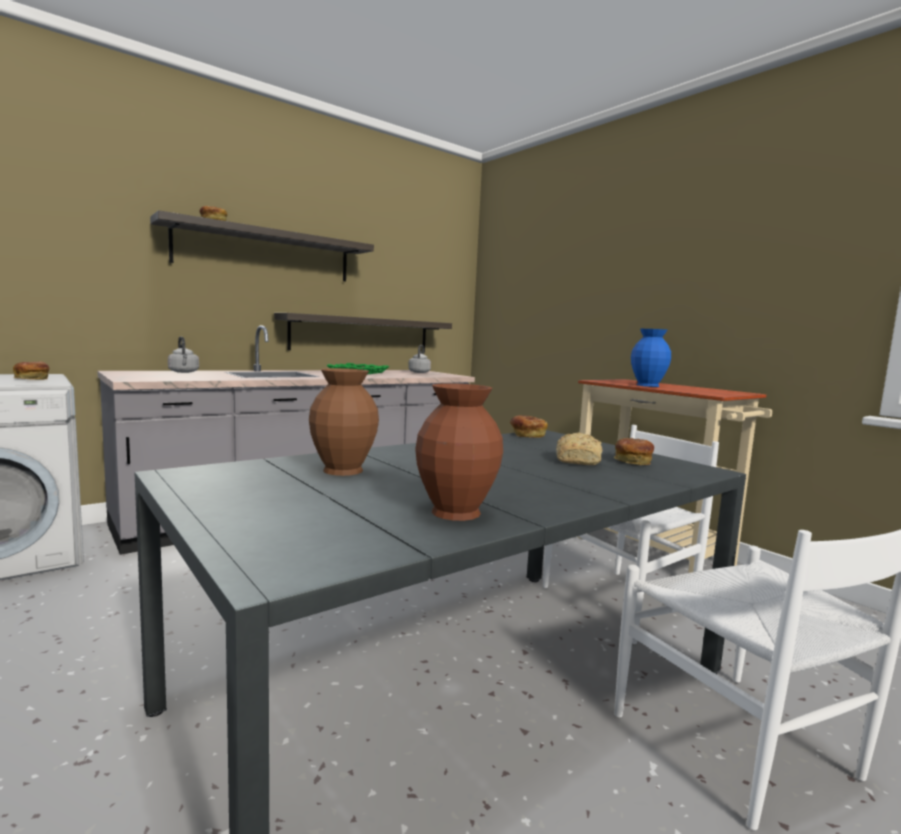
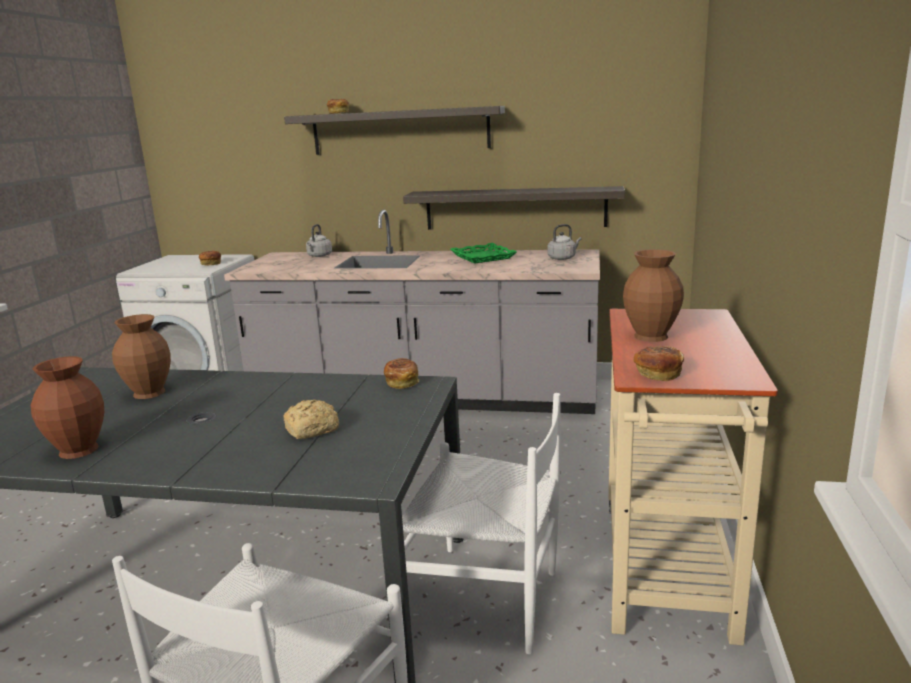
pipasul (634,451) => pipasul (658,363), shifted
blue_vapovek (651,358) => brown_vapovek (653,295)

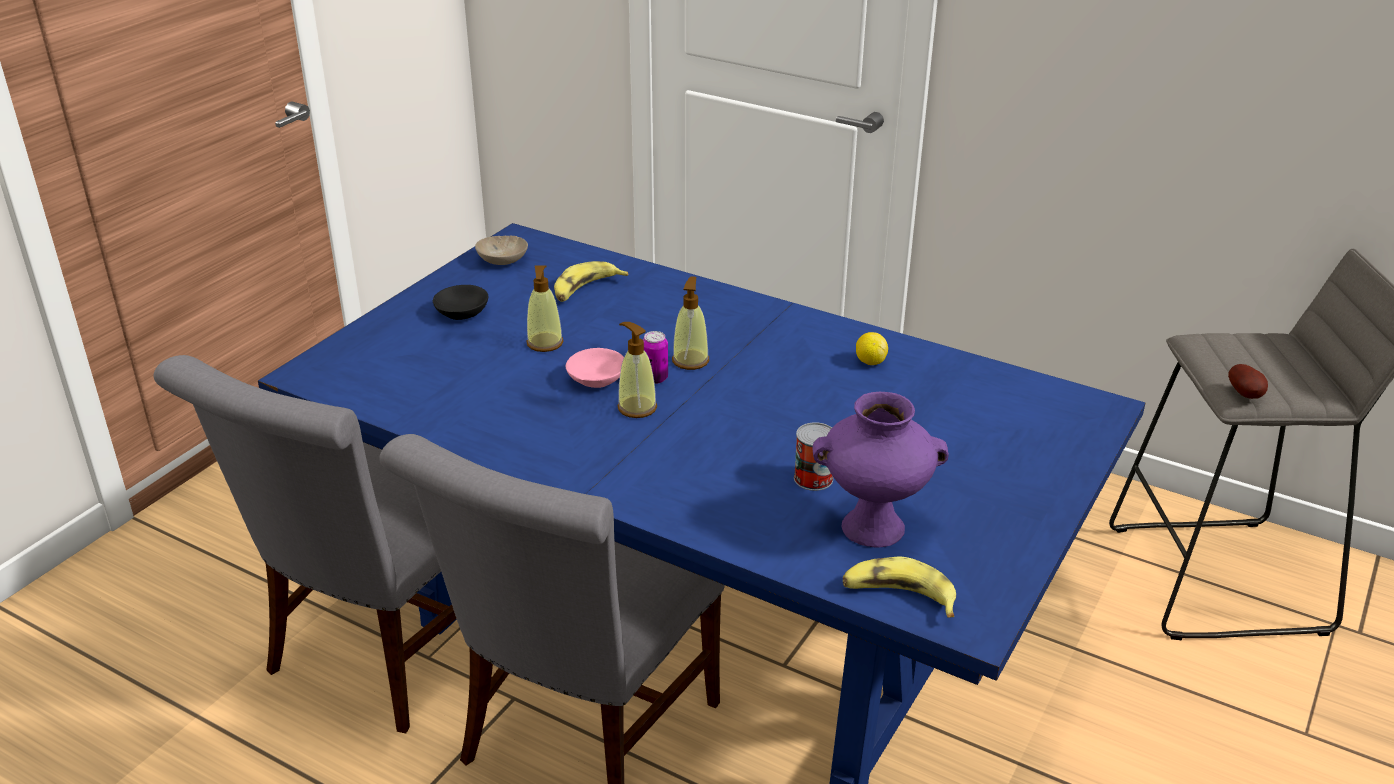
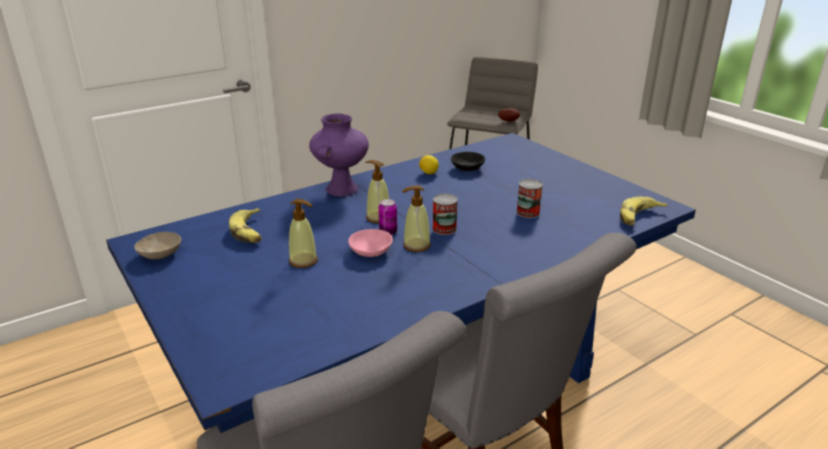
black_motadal (460,302) => black_motadal (468,161), shifted
purple_vapovek (880,470) => purple_vapovek (339,154), shifted
nothing => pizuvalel (445,214)

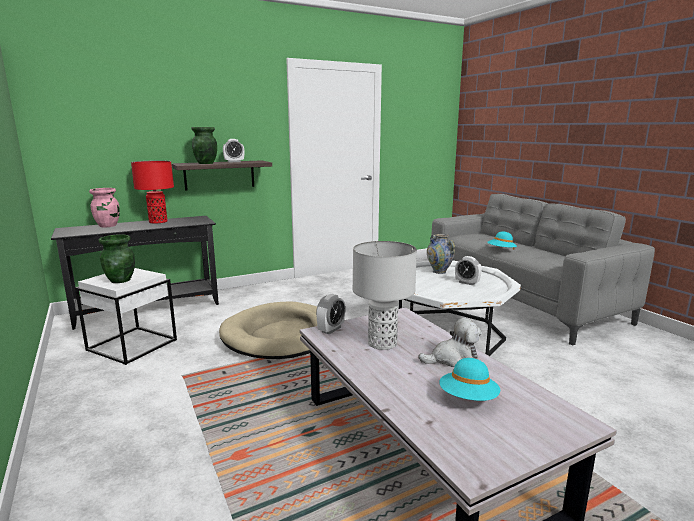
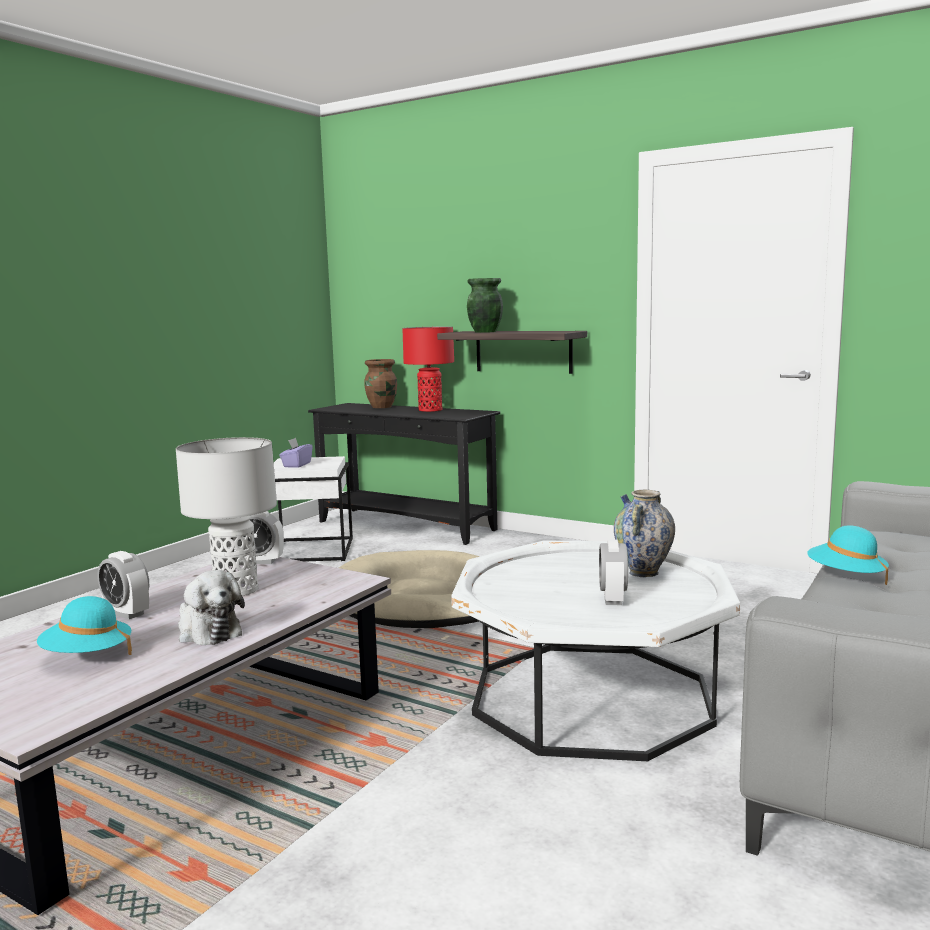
pink_vapovek (104,207) => brown_vapovek (380,383)
green_vapovek (116,258) => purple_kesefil (296,453)
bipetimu (233,150) => bipetimu (123,585), shifted

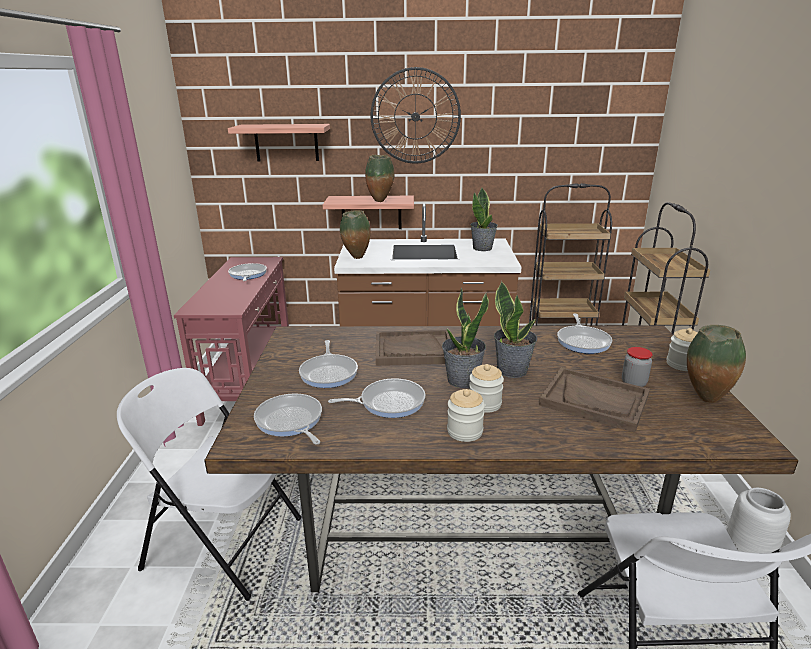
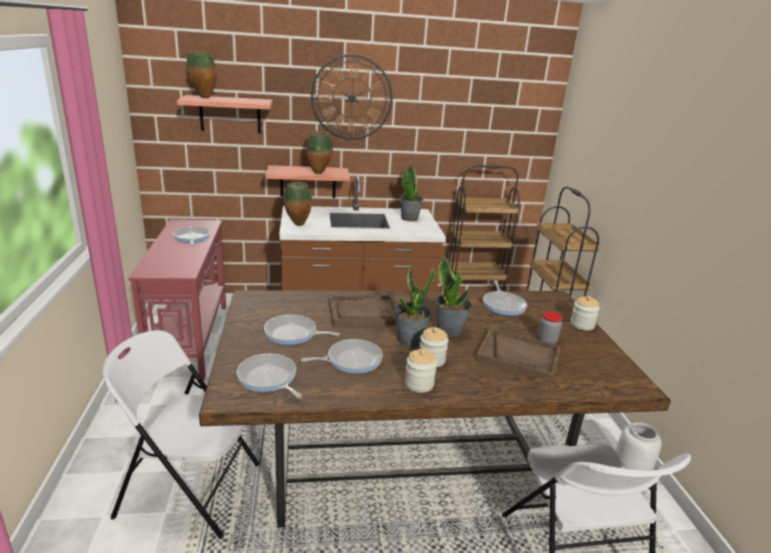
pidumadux (328,364) => pidumadux (302,330), 120 degrees clockwise
vapovek (716,364) => vapovek (201,74), shifted

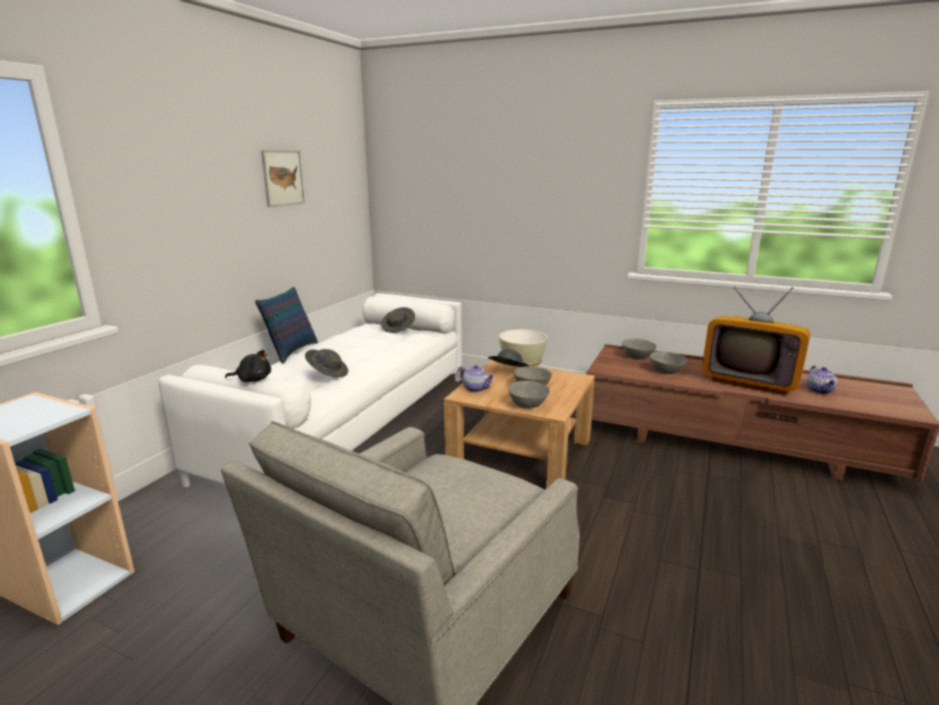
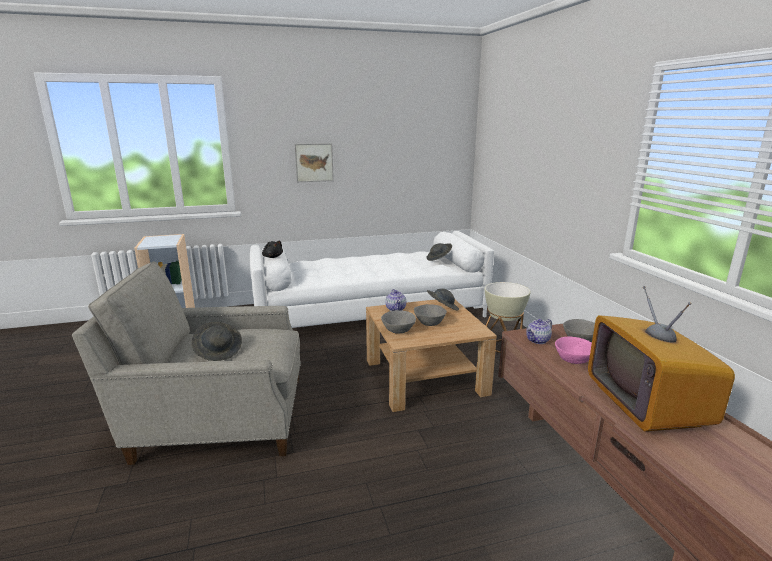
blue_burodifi (286,325) => nothing
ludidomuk (283,178) => ludidomuk (314,162), shifted
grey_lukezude (326,363) => grey_lukezude (216,341), shifted
grey_motadal (668,362) => pink_motadal (573,350)
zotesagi (821,380) => zotesagi (539,331), shifted

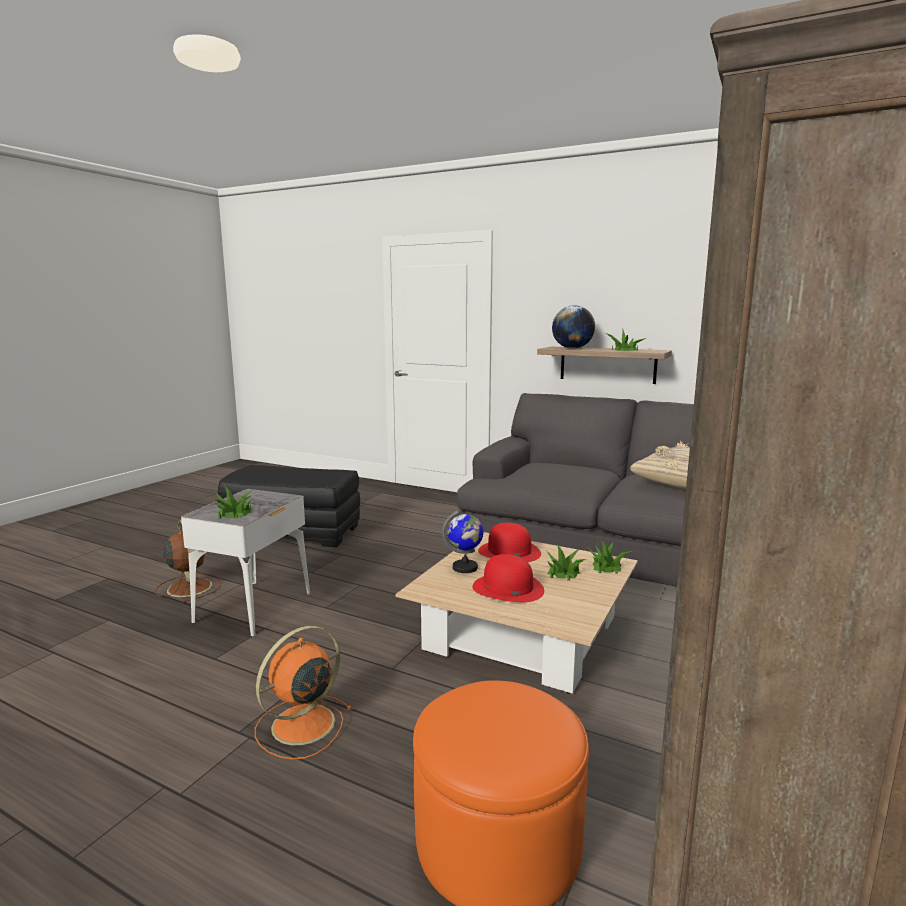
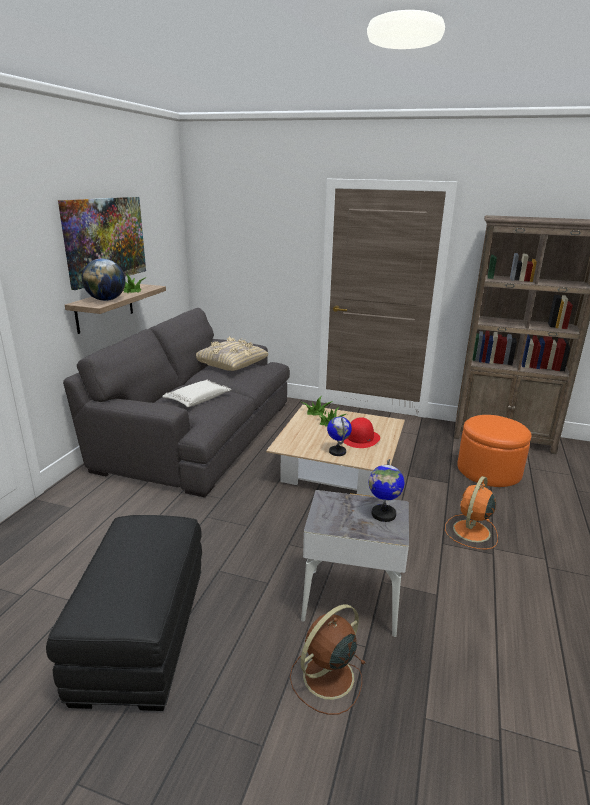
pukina (234,502) => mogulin (386,490)
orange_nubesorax (304,693) => orange_nubesorax (471,512), 90 degrees clockwise
red_lukezude (509,542) => nothing
nothing => ludidomuk (102,243)
nothing => white_burodifi (196,393)

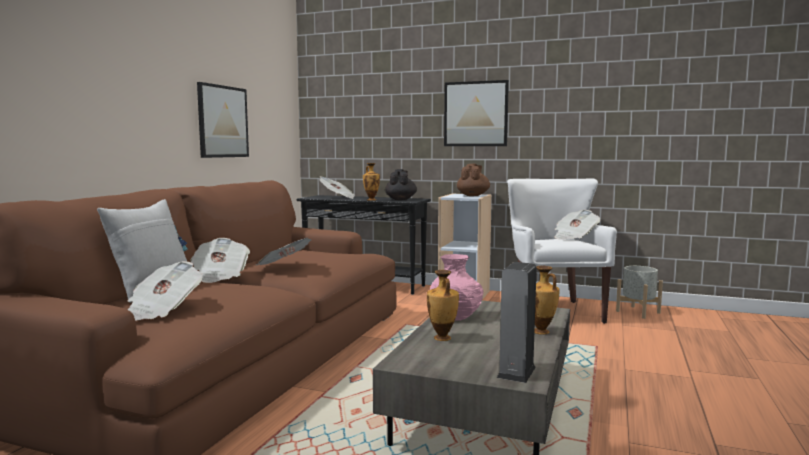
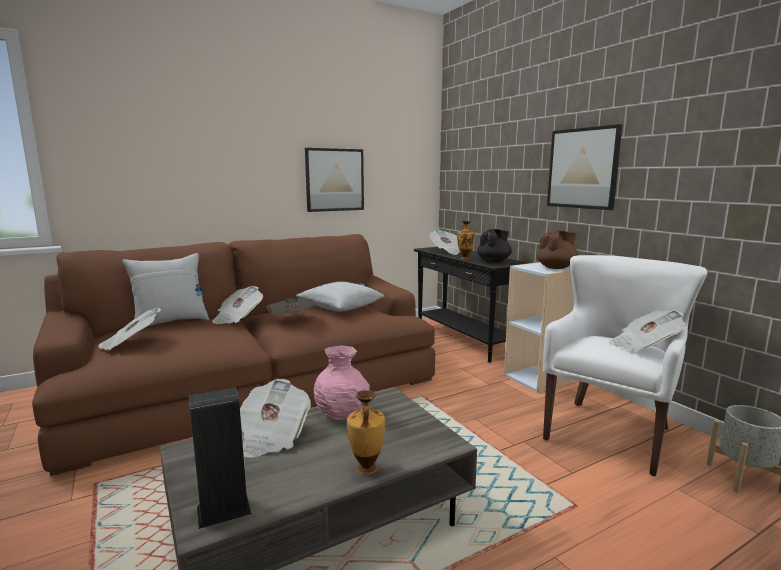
vapovek (443,305) => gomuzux (275,418)
nothing => grey_burodifi (340,296)

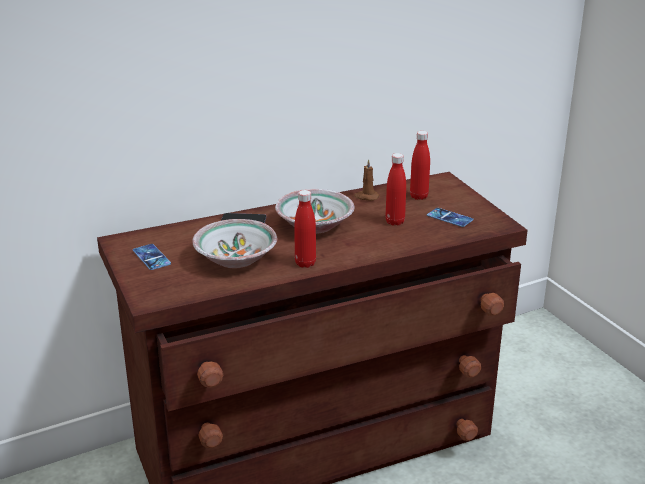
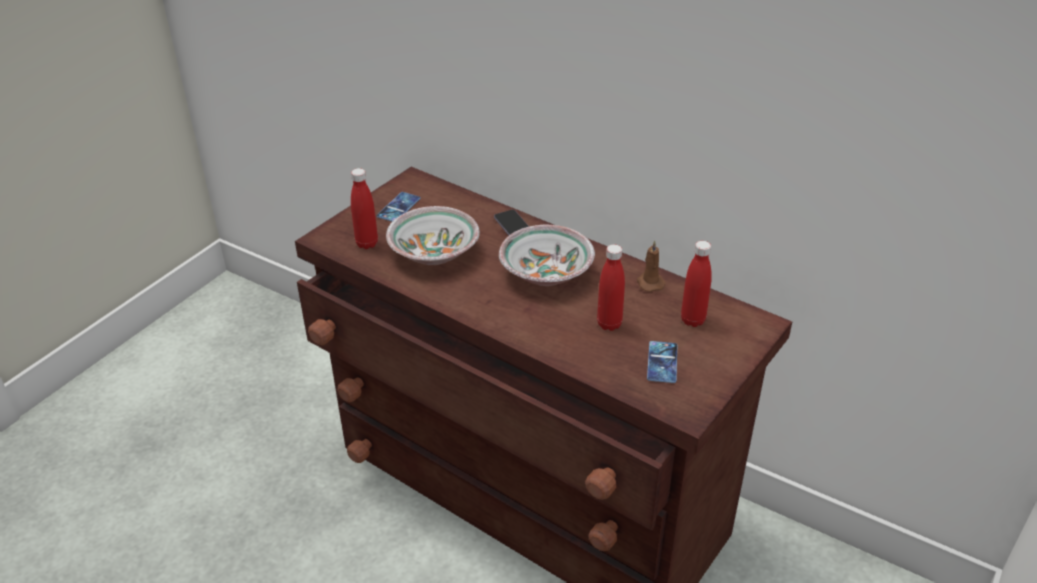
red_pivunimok (305,229) => red_pivunimok (364,208), shifted

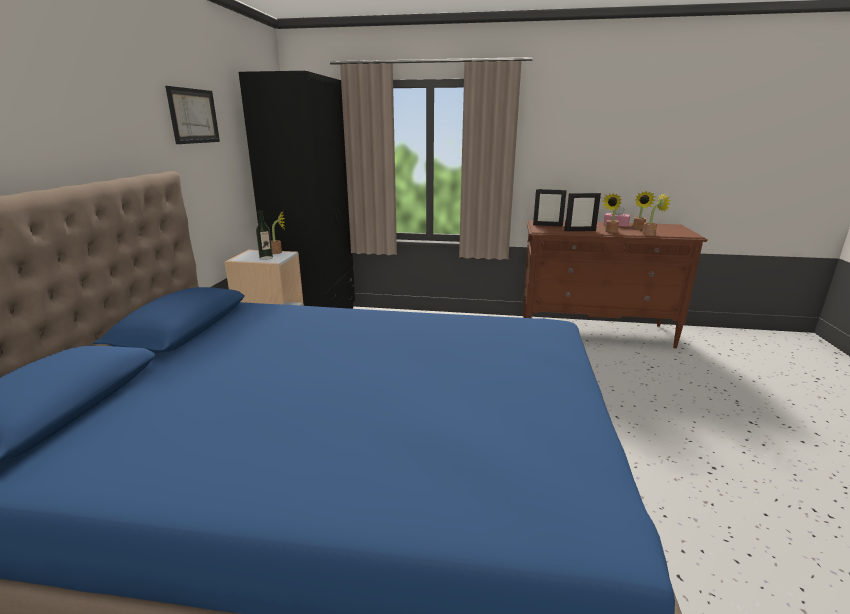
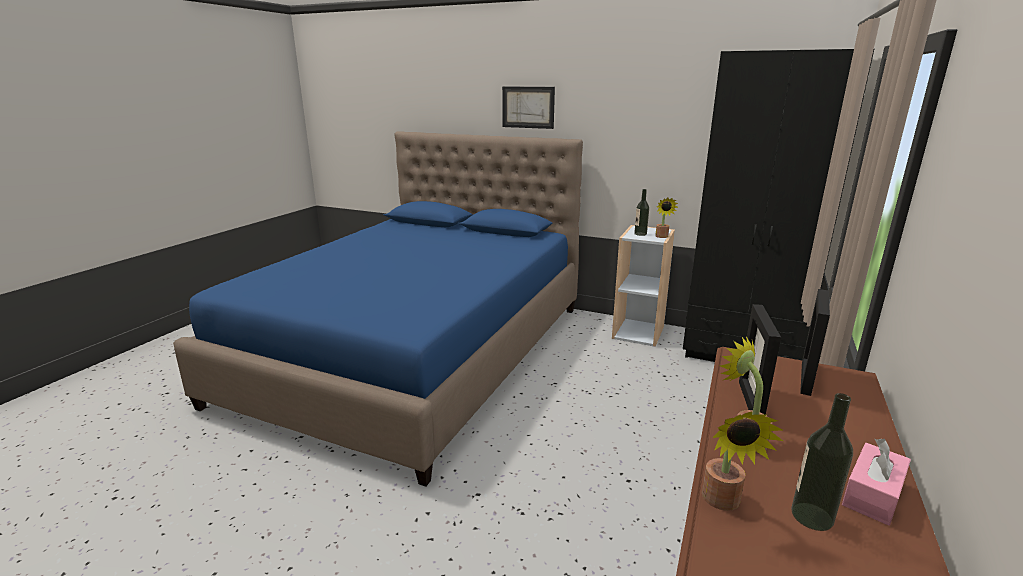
ludidomuk (192,115) => ludidomuk (528,108), shifted
pukina (644,210) => pivunimok (822,462)

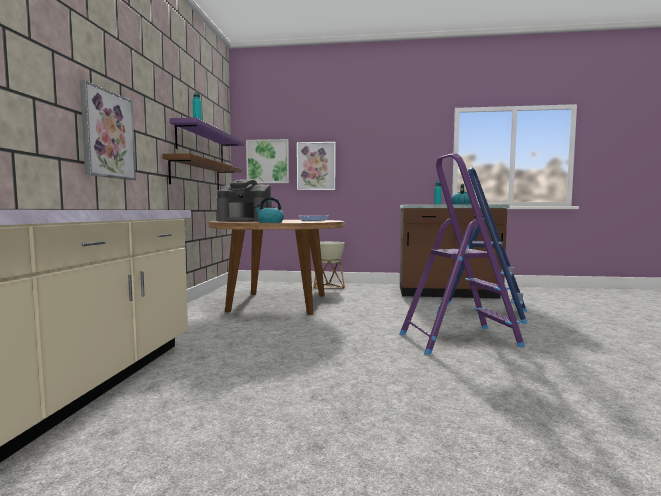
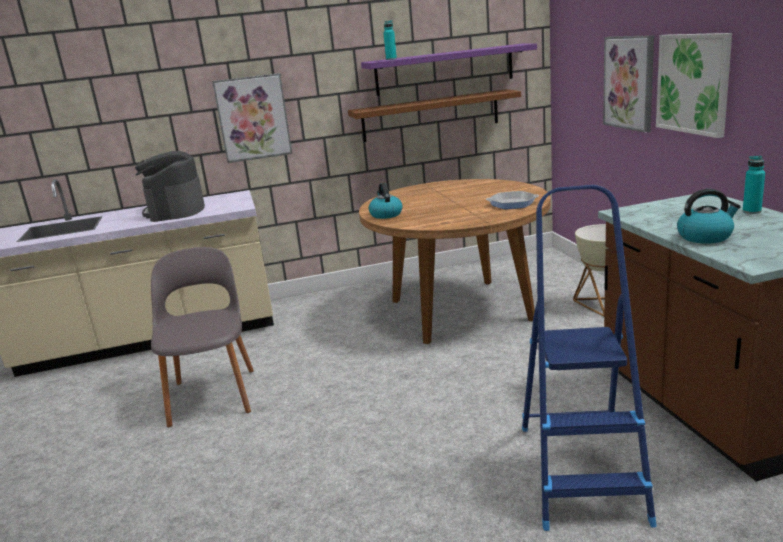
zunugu (244,200) => zunugu (170,186), shifted
ludidomuk (267,161) => ludidomuk (694,85), shifted
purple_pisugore (462,254) => nothing
nothing => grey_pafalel (202,337)

